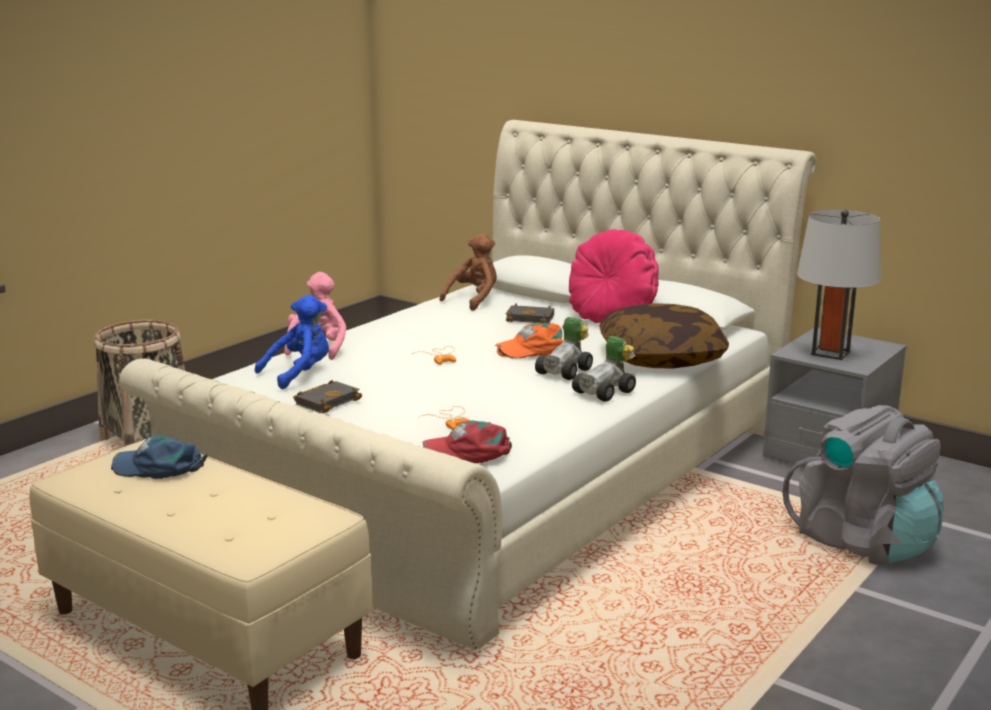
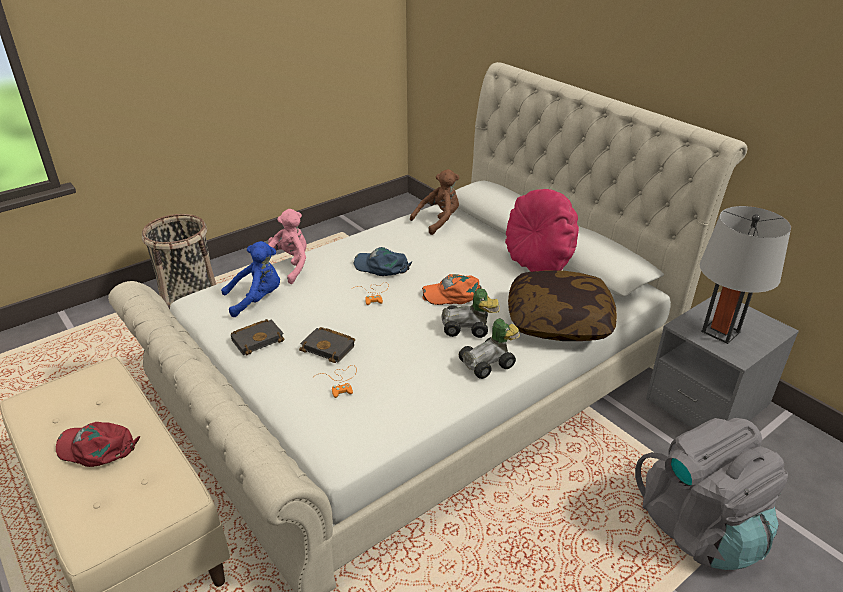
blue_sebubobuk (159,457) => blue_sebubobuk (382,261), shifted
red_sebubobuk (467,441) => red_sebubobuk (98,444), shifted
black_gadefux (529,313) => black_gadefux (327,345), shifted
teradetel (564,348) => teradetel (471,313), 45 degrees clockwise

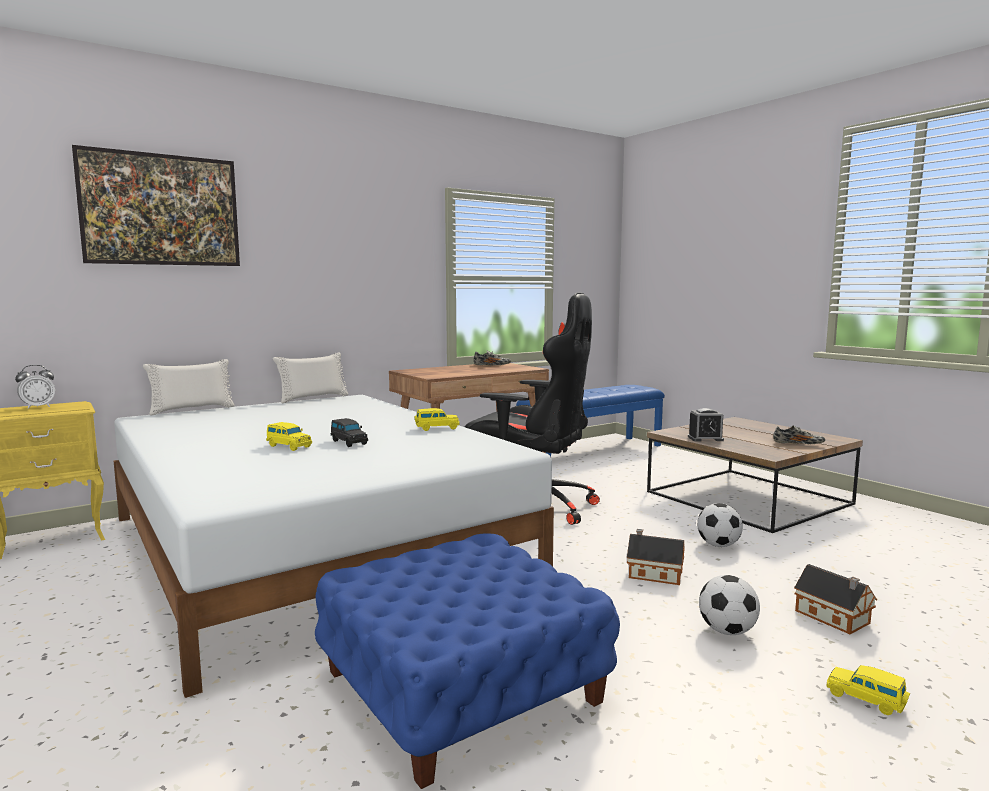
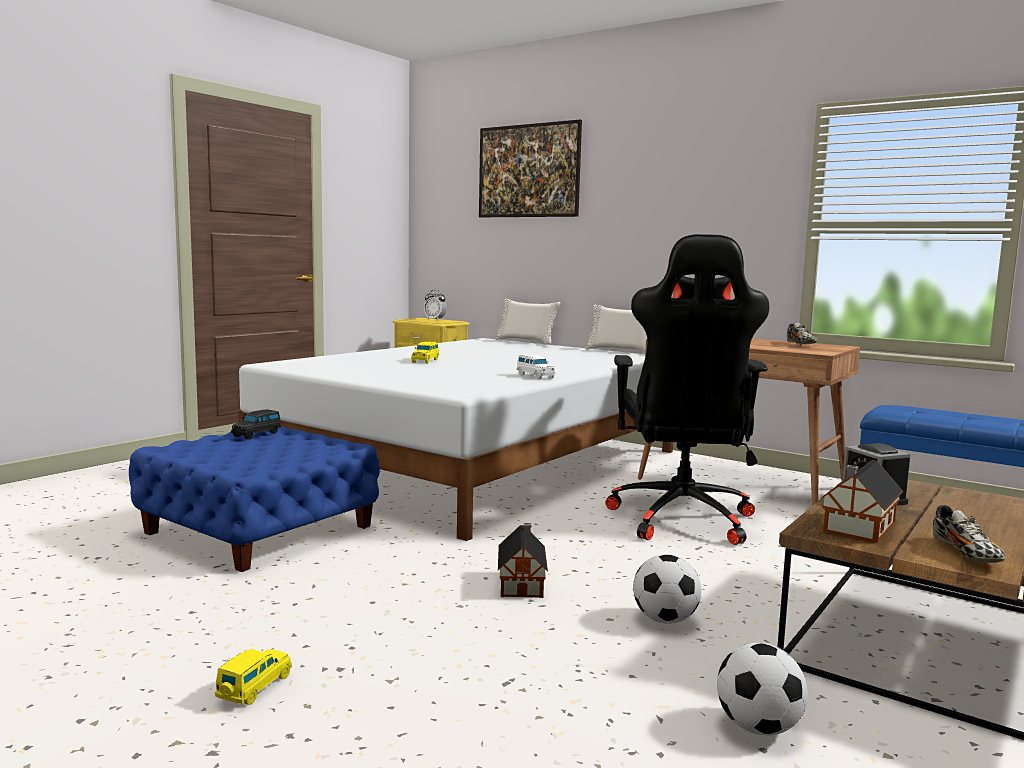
black_teradetel (349,432) => black_teradetel (256,424), shifted
yellow_teradetel (436,419) => white_teradetel (536,366)
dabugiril (729,605) => dabugiril (762,689), shifted
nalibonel (835,599) => nalibonel (862,501), shifted

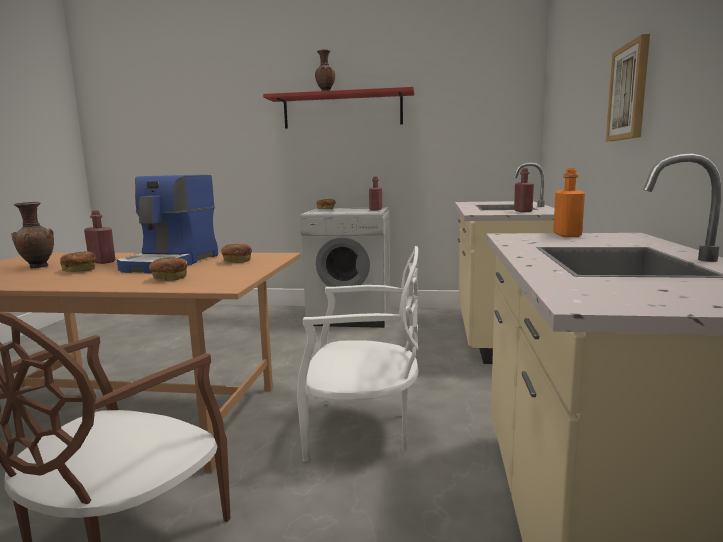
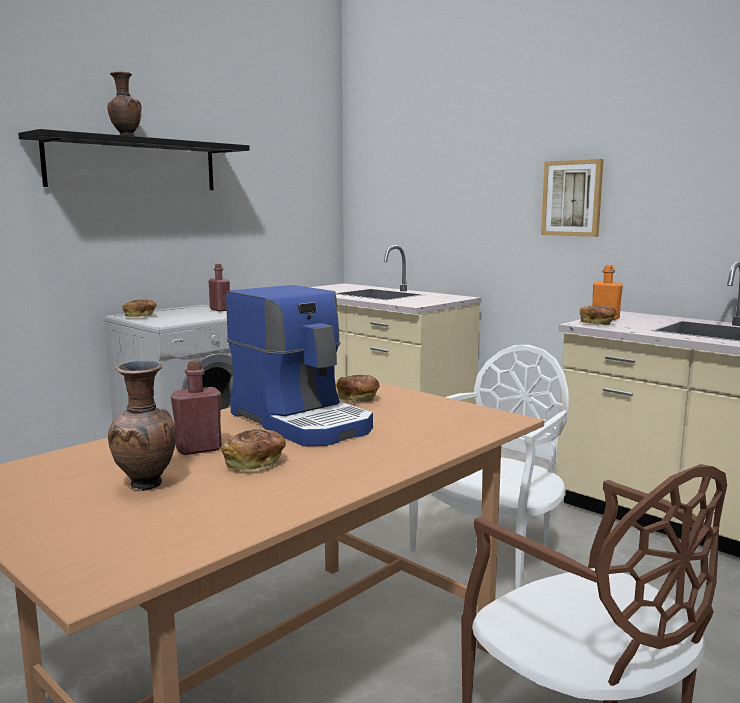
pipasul (168,269) => pipasul (598,315), shifted
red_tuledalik (338,108) => black_tuledalik (133,159)
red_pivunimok (524,190) => nothing

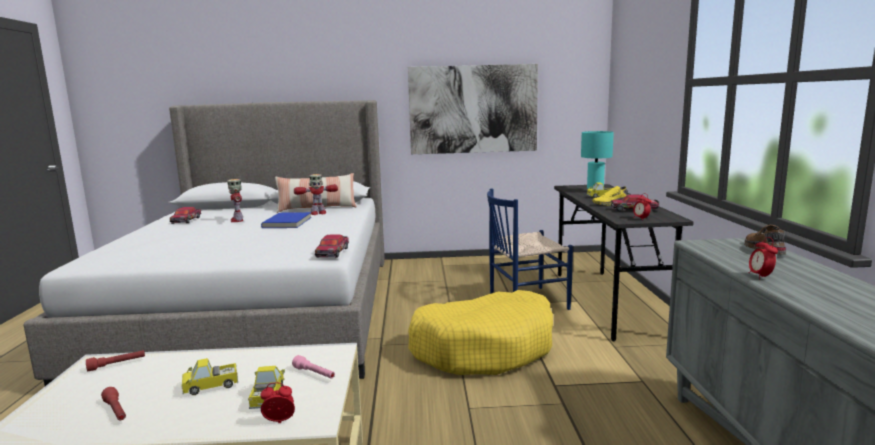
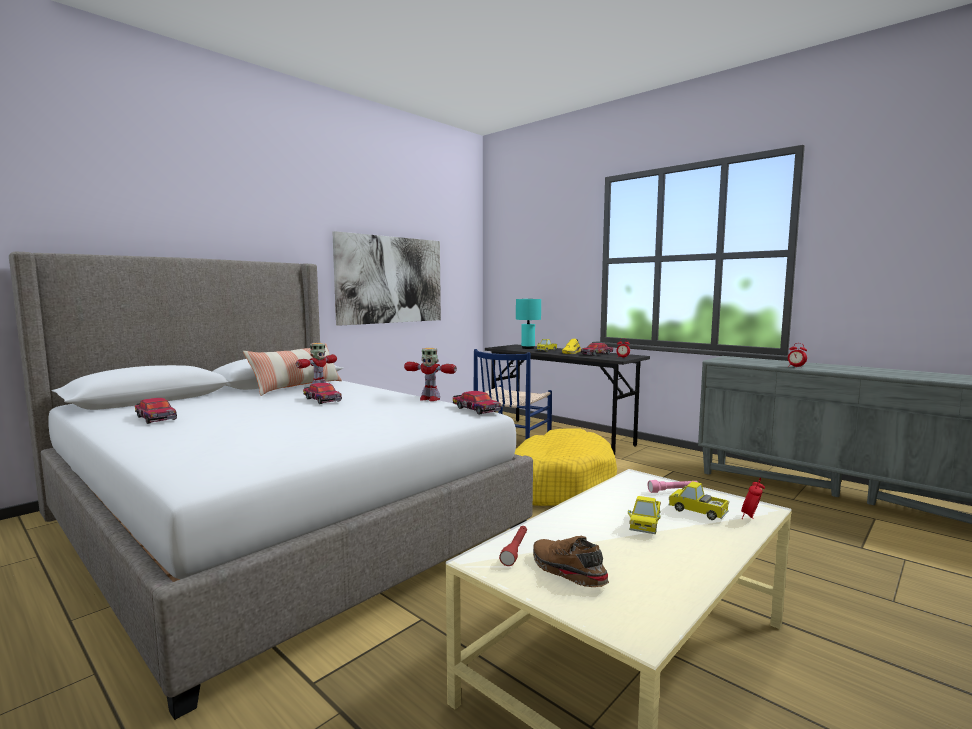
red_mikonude (113,403) => nothing
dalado (235,200) => dalado (430,374), shifted
blue_gadefux (286,220) => teradetel (322,393)
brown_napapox (765,239) => brown_napapox (571,561), shifted

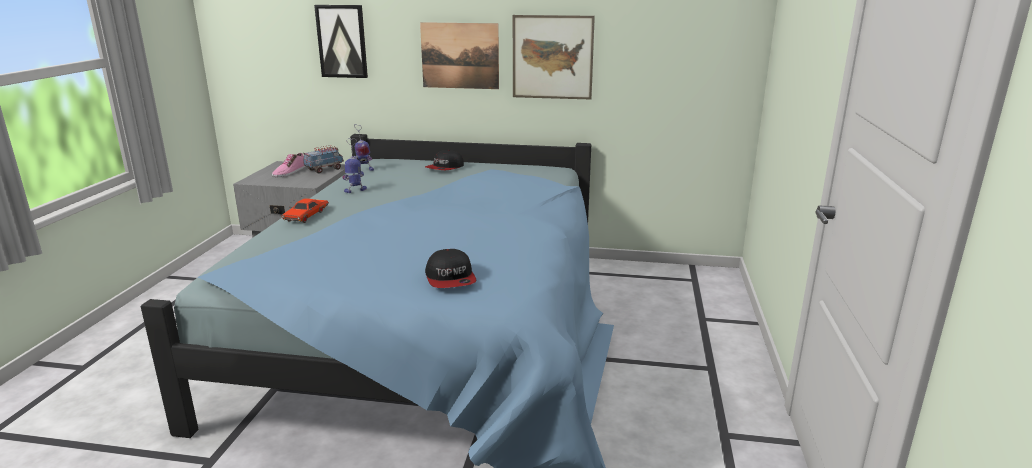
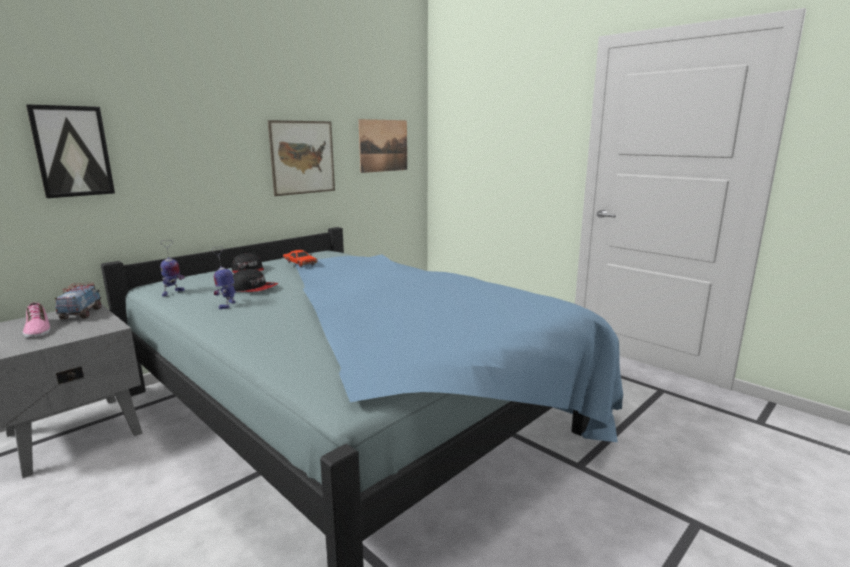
red_teradetel (305,211) => red_teradetel (300,258), shifted
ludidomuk (459,55) => ludidomuk (383,146), shifted
sebubobuk (450,268) => sebubobuk (254,280), shifted

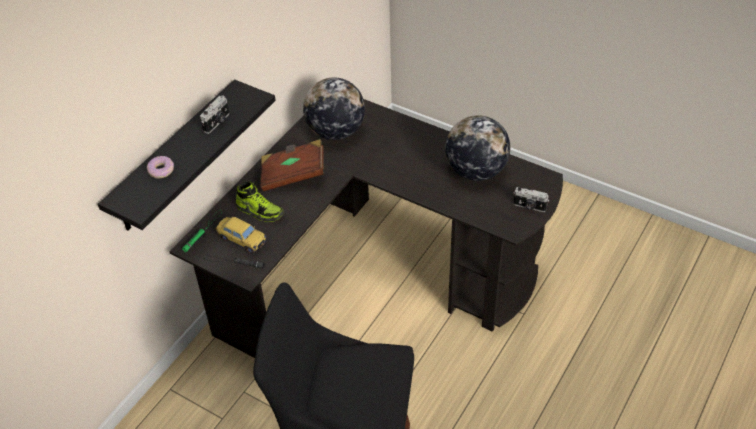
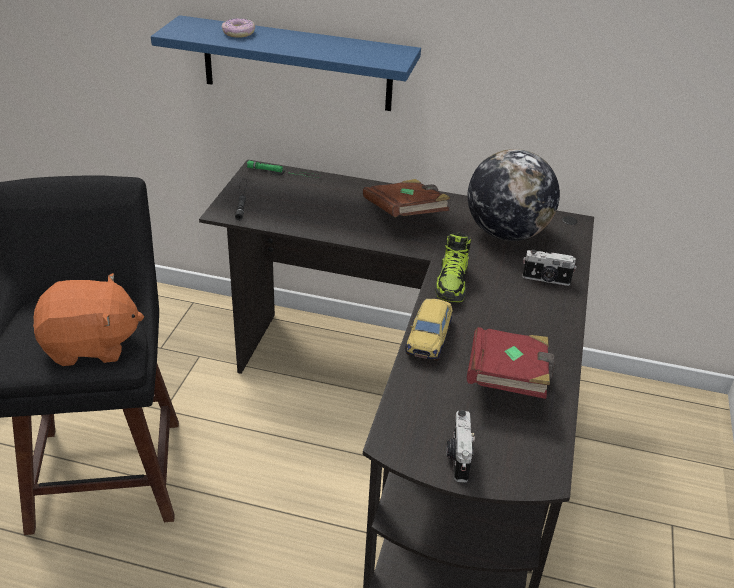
black_tuledalik (187,155) => blue_tuledalik (286,63)
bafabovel (214,115) => bafabovel (549,267), shifted
teradetel (241,235) => teradetel (429,330), shifted
napapox (260,202) => napapox (453,267), shifted
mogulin (477,148) => red_gadefux (511,363)
nothing => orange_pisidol (88,319)

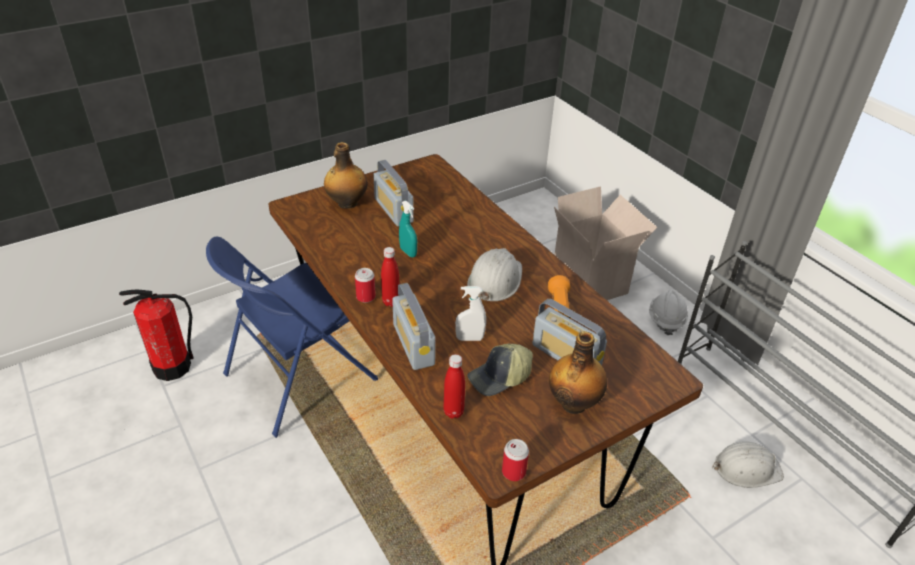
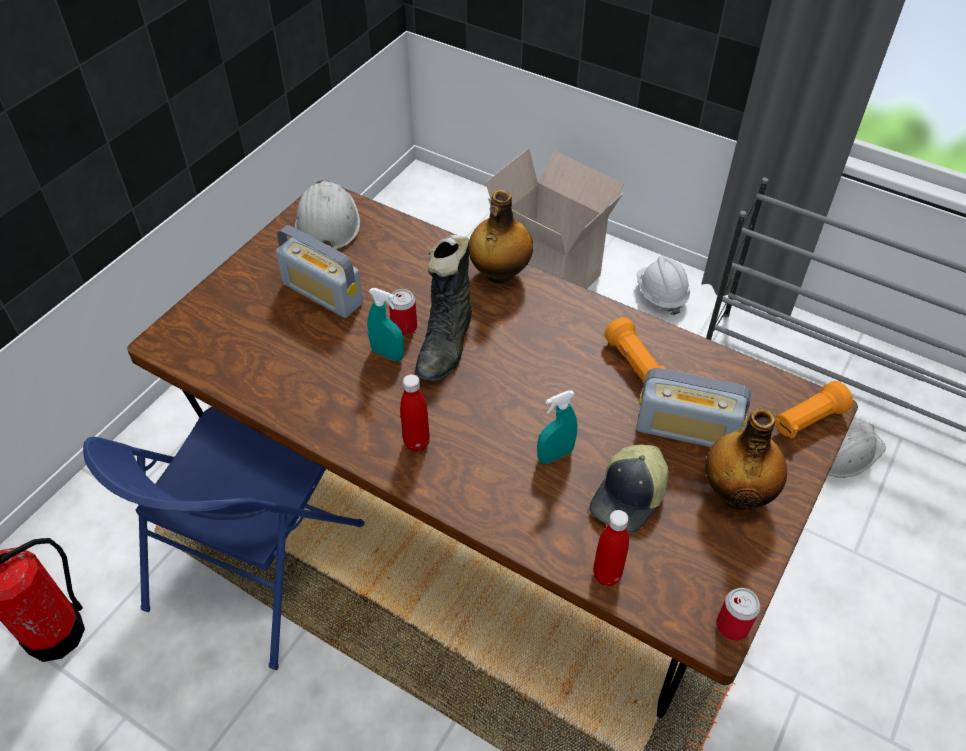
pivunimok (346,175) => pivunimok (501,236), shifted
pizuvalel (365,285) => pizuvalel (403,312), shifted
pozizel (414,326) => nothing
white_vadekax (470,313) => turquoise_vadekax (557,427)
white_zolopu (494,275) => white_zolopu (327,214), shifted
nothing => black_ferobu (444,308)
nothing => orange_mikonude (814,410)

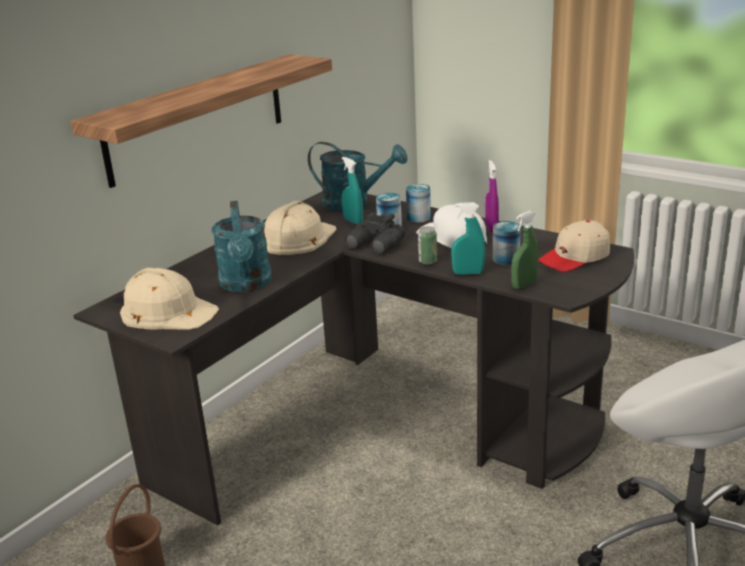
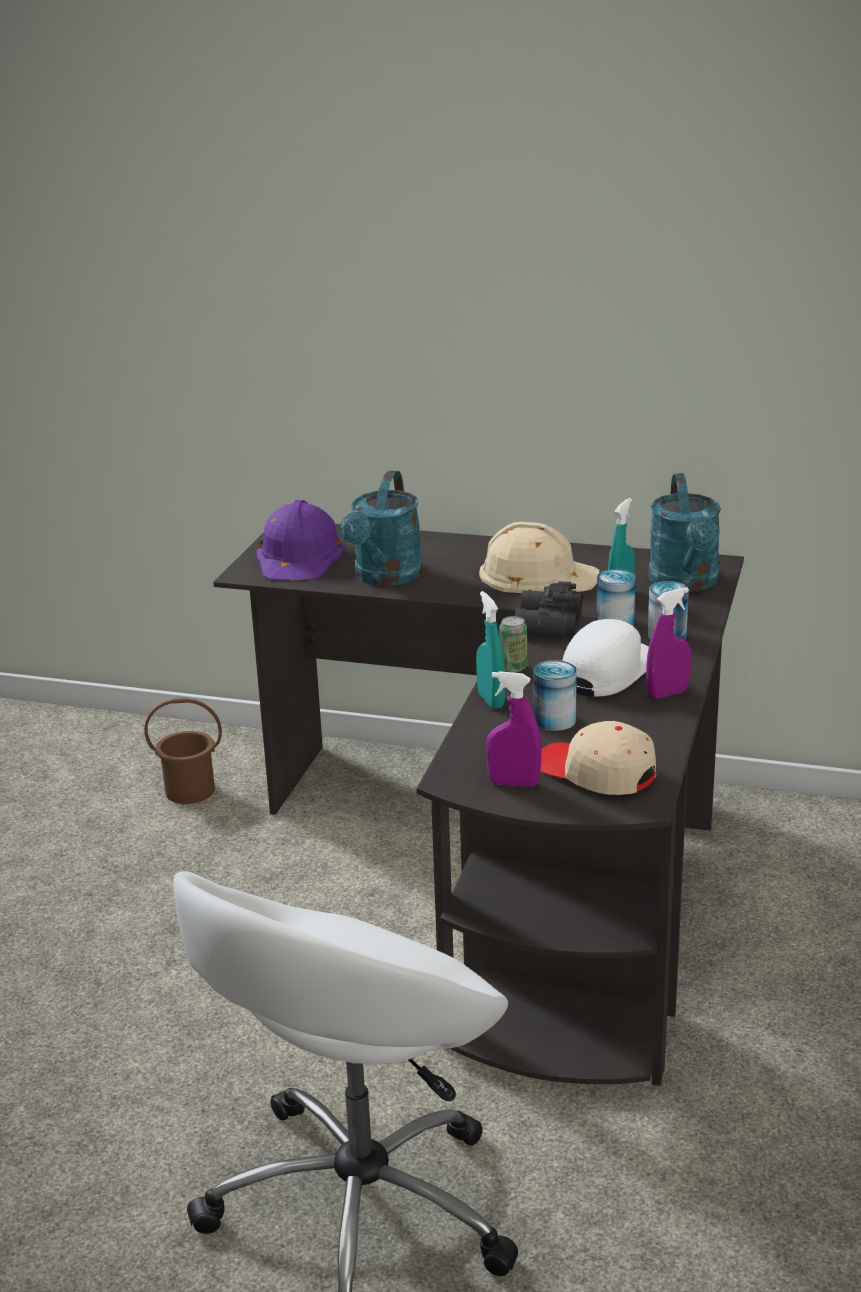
tuledalik (201,121) => nothing
beige_zolopu (169,299) => purple_zolopu (301,540)
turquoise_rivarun (241,246) => turquoise_rivarun (381,528), 45 degrees counterclockwise
green_vadekax (525,250) => nothing
nothing => purple_vadekax (513,729)

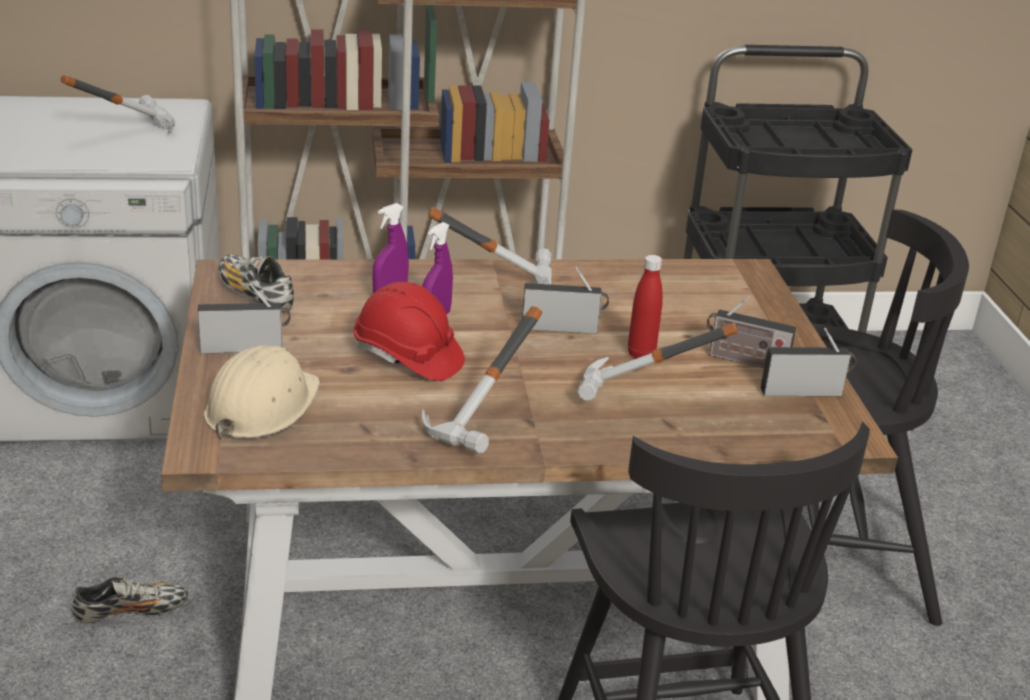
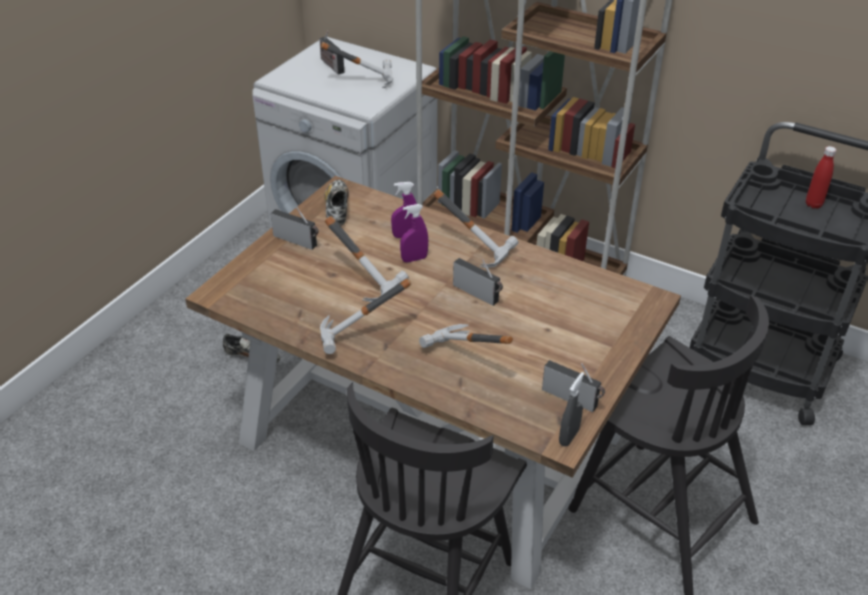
beige_zolopu (262,393) => nothing
red_zolopu (409,331) => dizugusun (367,259)
red_pivunimok (645,307) => red_pivunimok (821,177), shifted
pozizel (751,332) => pozizel (331,53), shifted
nothing => grey_vadekax (571,409)

